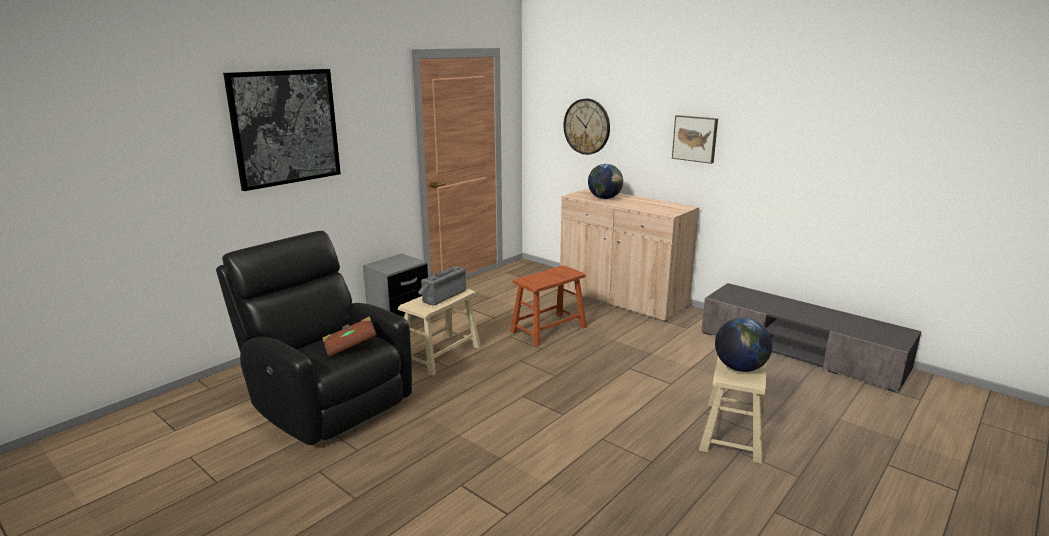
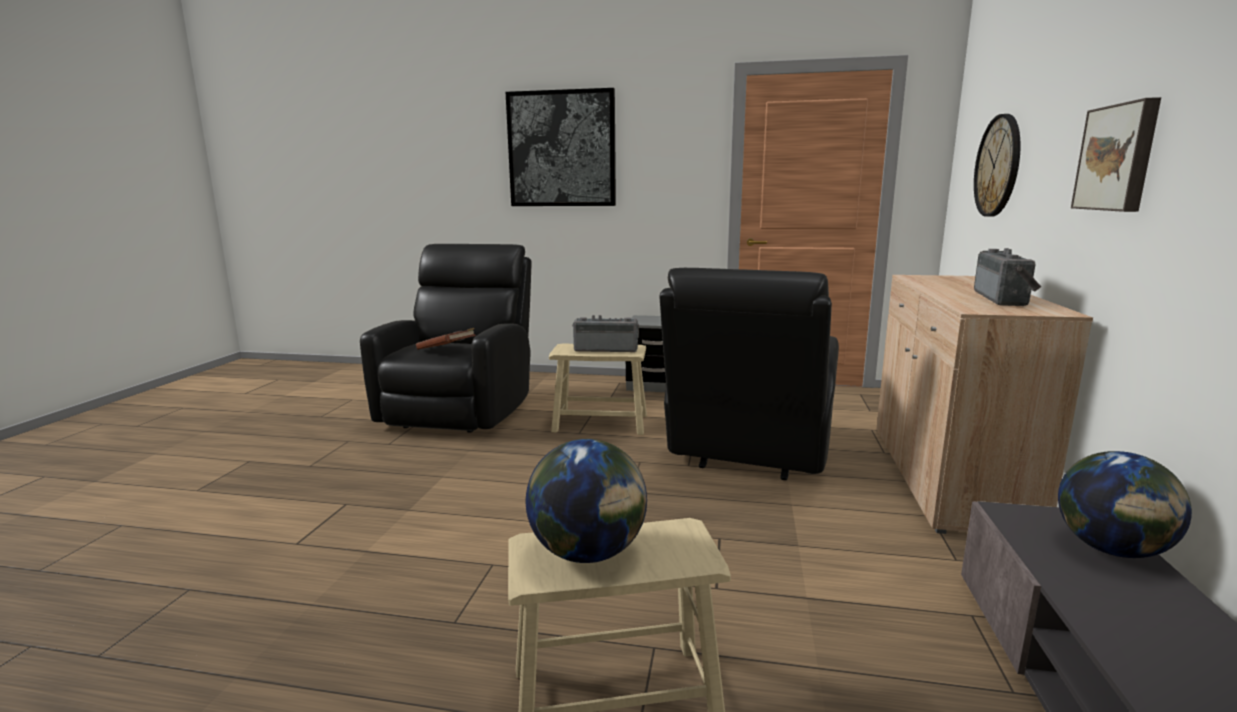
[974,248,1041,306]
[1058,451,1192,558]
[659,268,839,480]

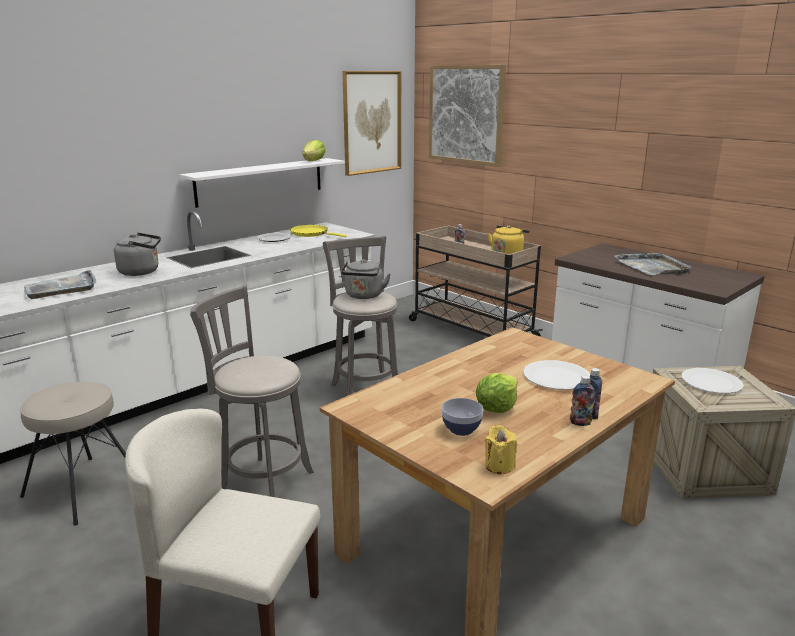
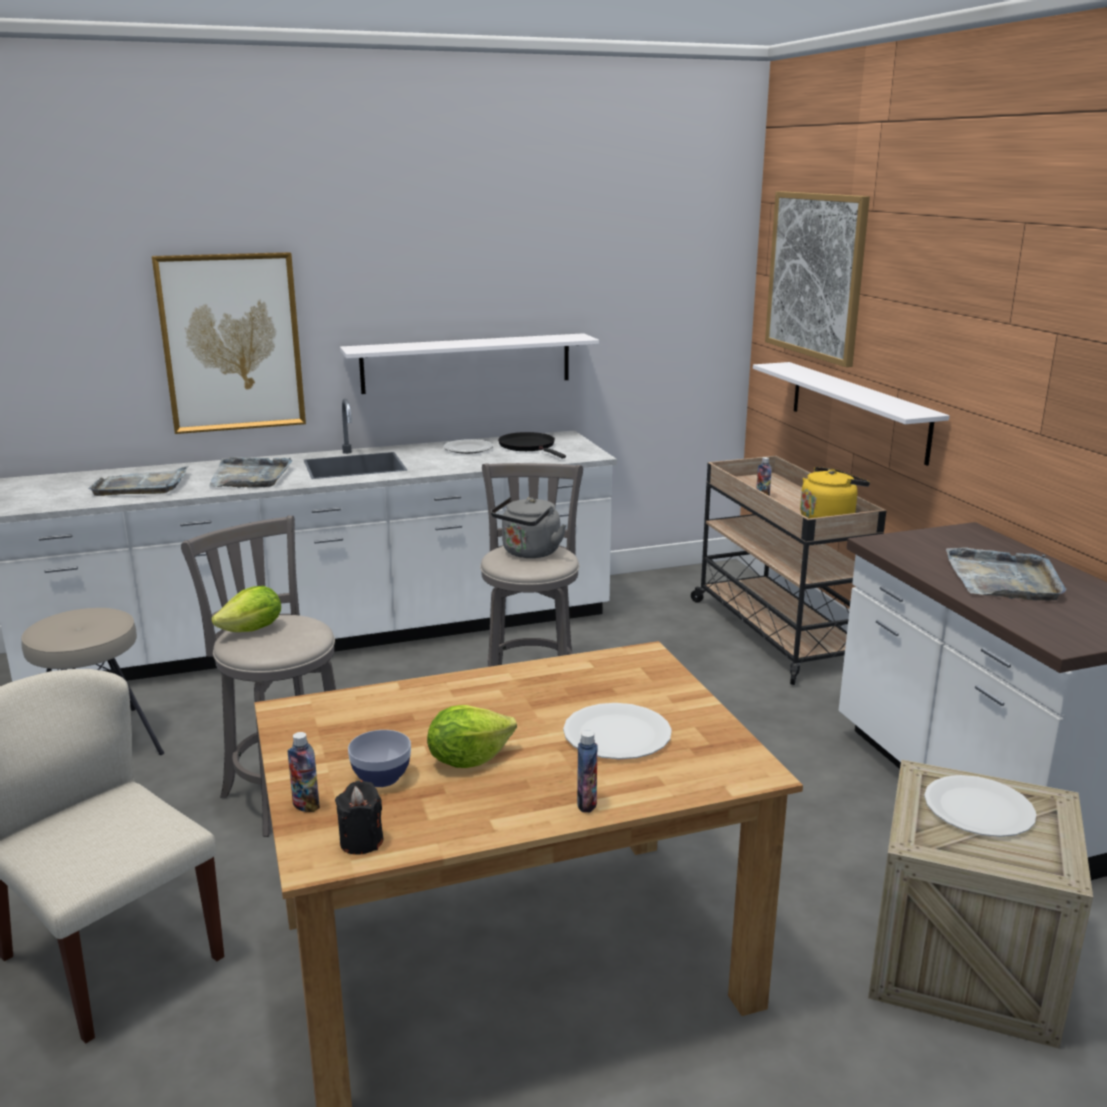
[753,362,950,466]
[212,586,281,632]
[152,252,306,434]
[288,732,320,812]
[209,457,293,488]
[498,432,566,458]
[335,780,383,855]

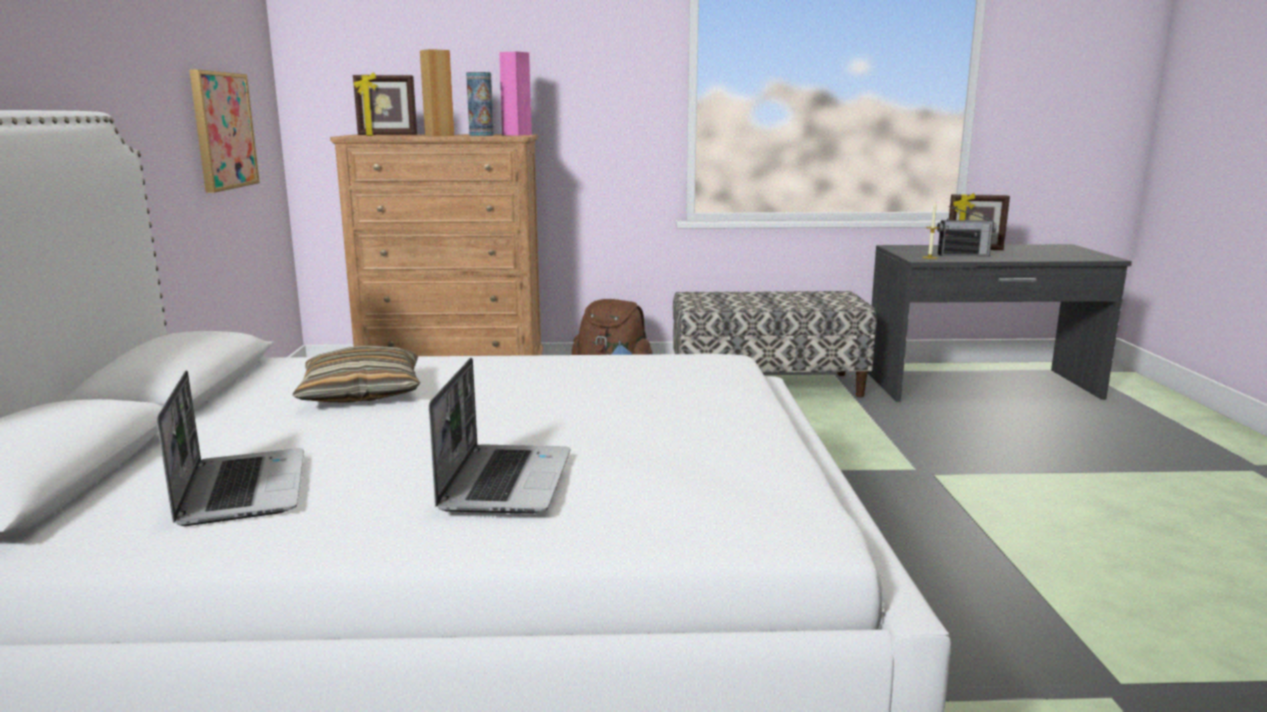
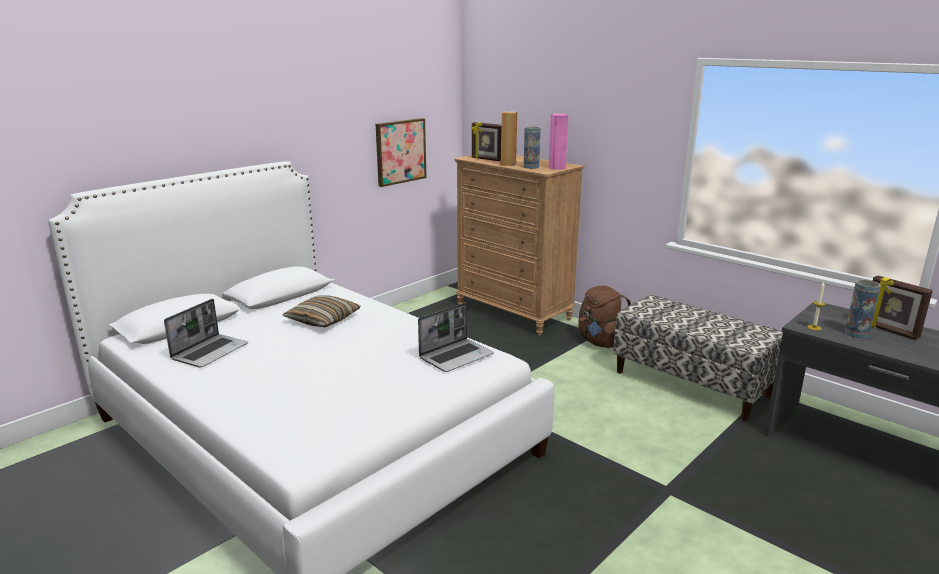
[418,303,494,372]
[845,280,881,339]

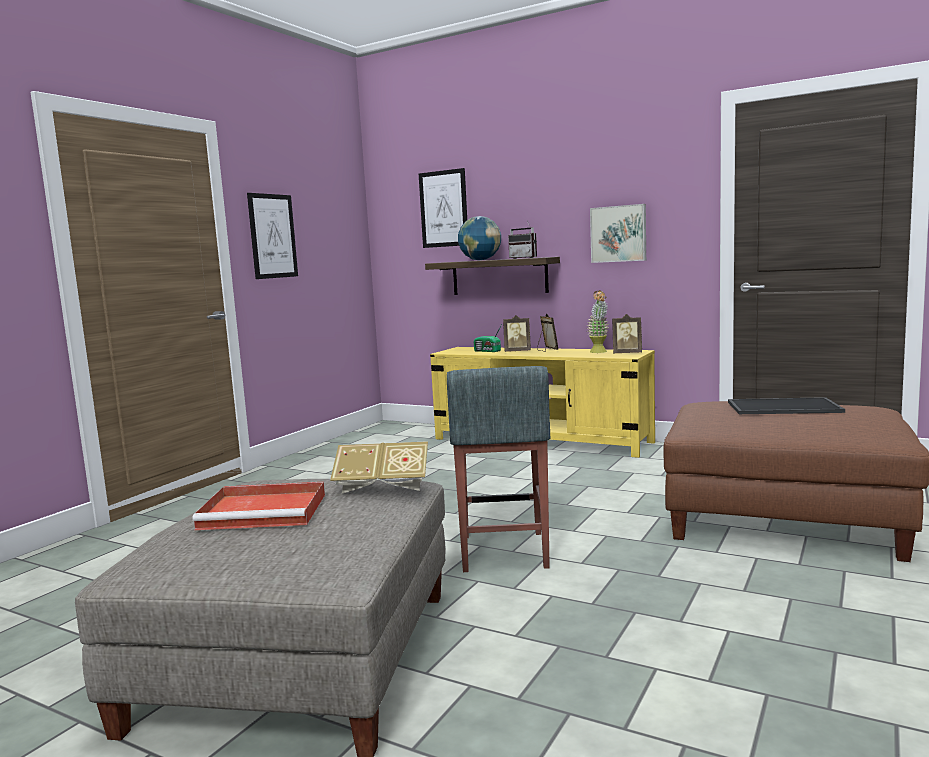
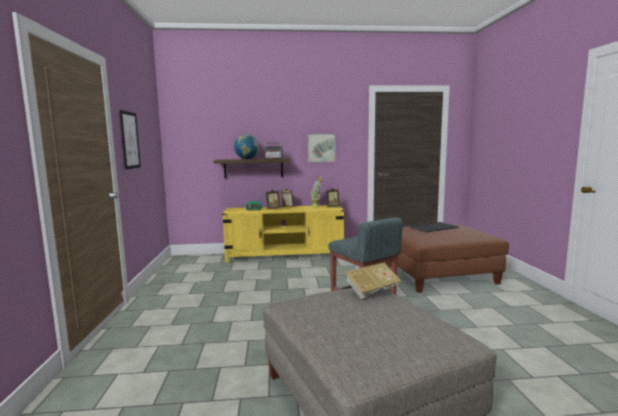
[192,482,325,530] (first image)
[419,168,467,248] (first image)

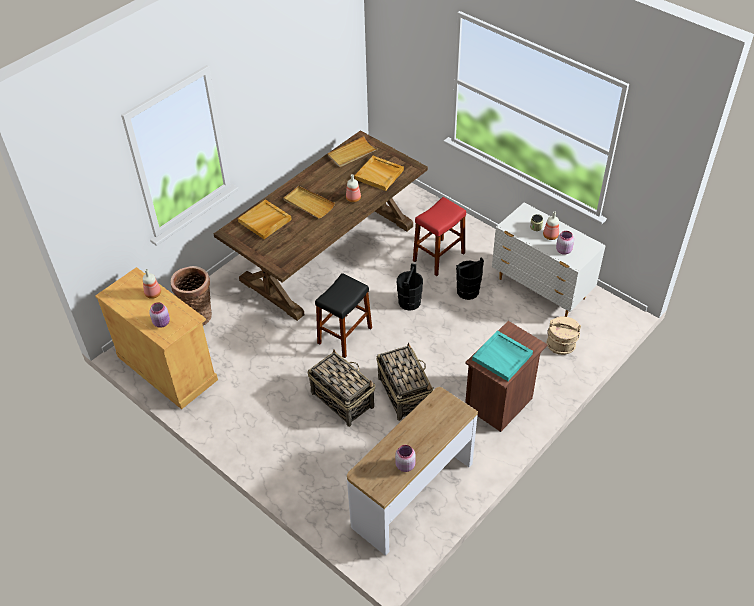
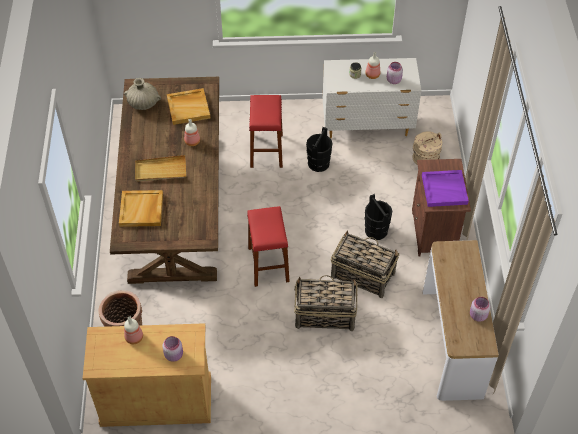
[365,194,392,240]
[124,78,161,110]
[247,206,290,287]
[422,170,469,207]

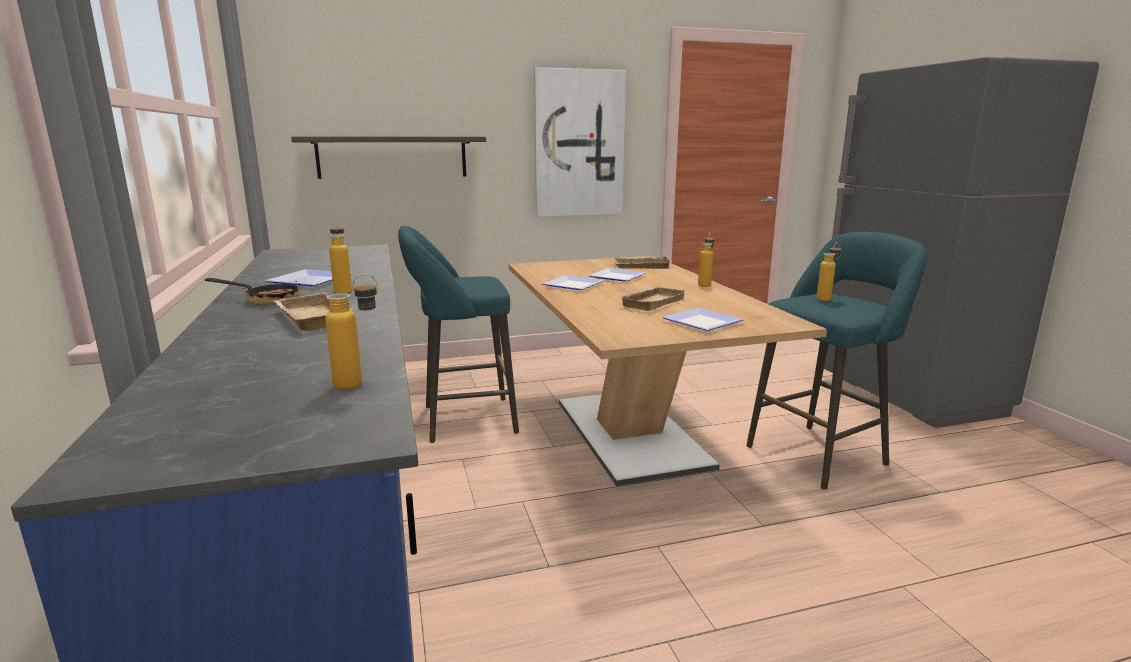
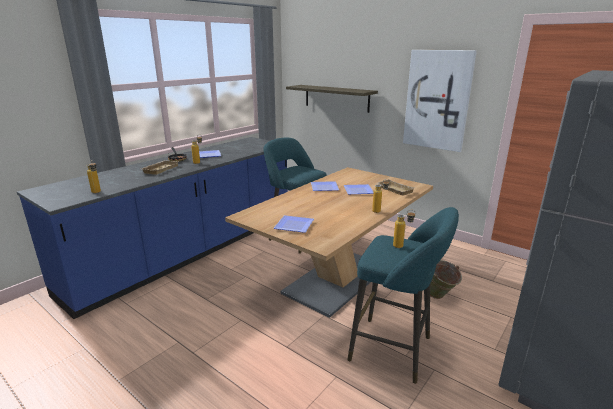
[620,287,686,311] (first image)
[430,260,462,299]

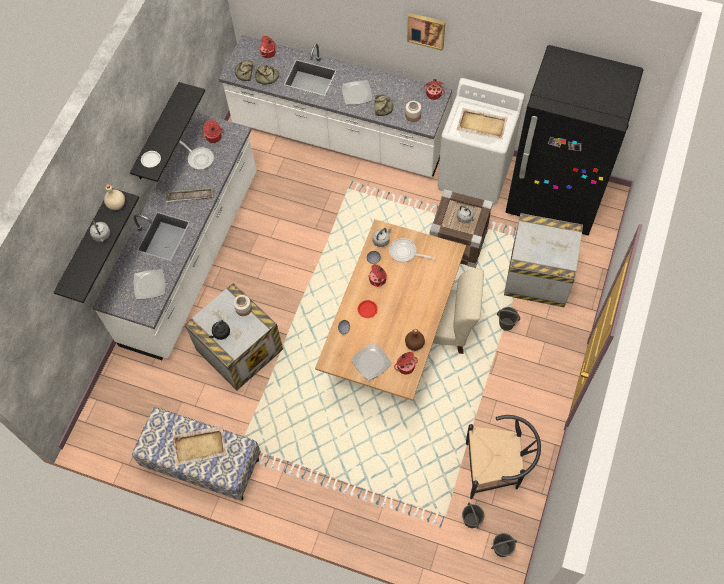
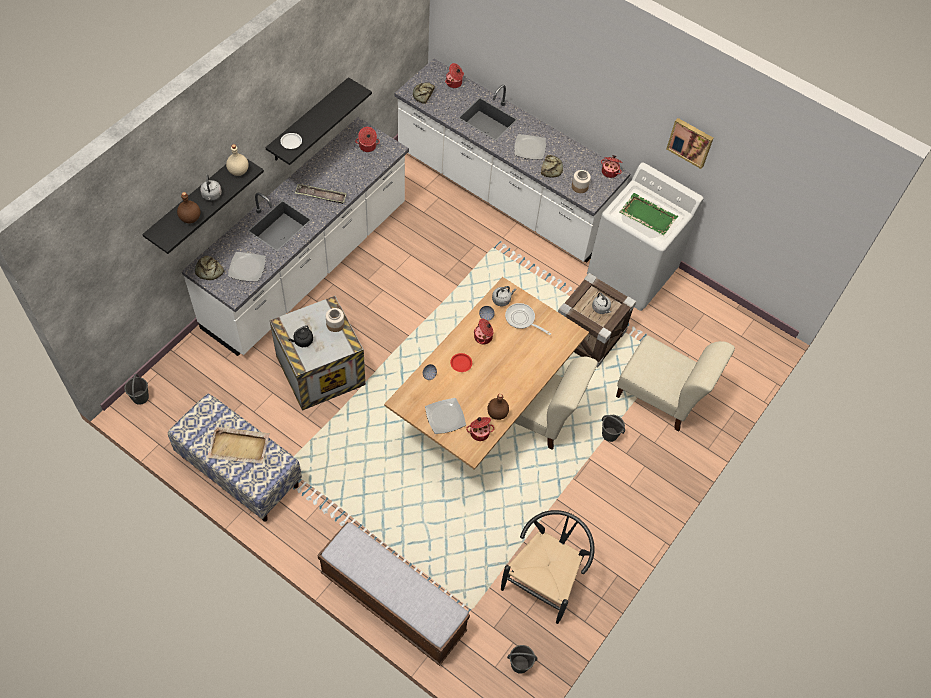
[179,140,214,170] (first image)
[506,45,643,235] (first image)
[177,192,201,223]
[317,522,470,666]
[195,256,224,280]
[667,118,714,169]
[124,374,149,405]
[616,335,735,431]
[619,193,678,235]
[501,510,595,624]

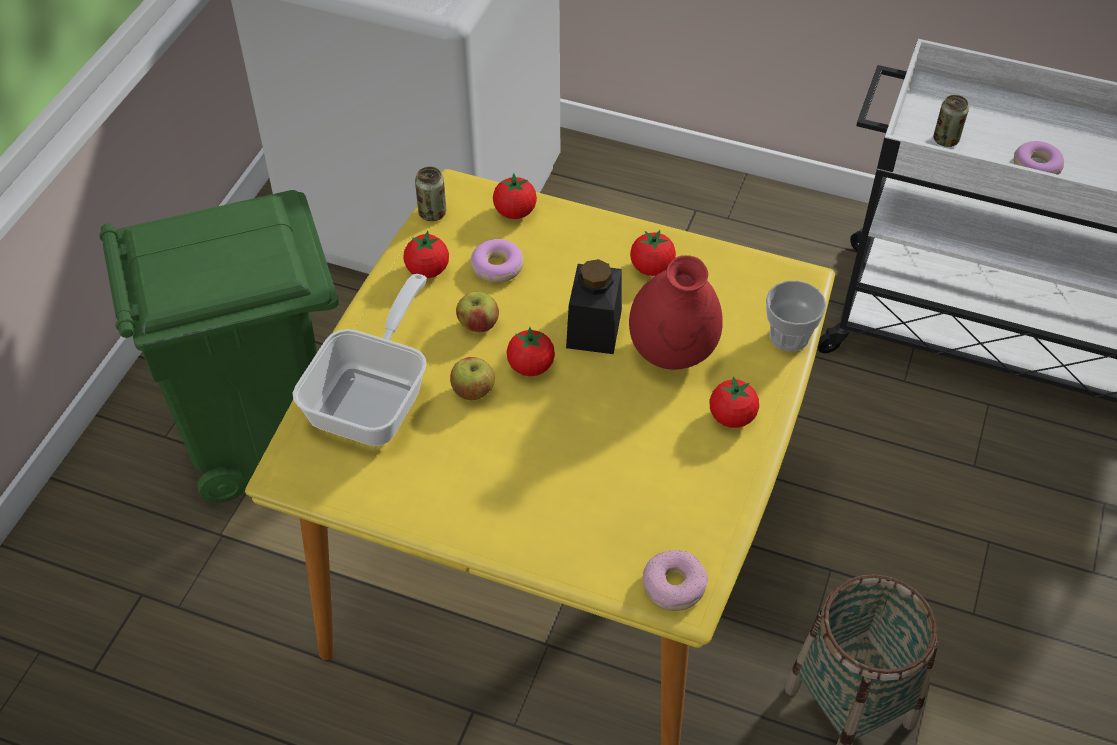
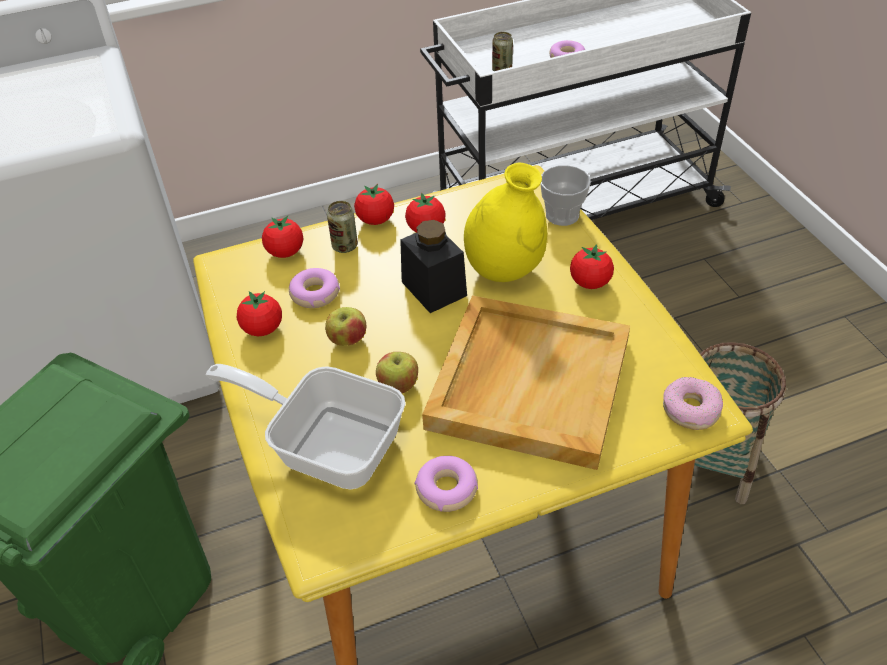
[415,456,478,512]
[422,295,630,470]
[327,201,358,253]
[354,184,394,225]
[464,162,547,282]
[206,364,405,489]

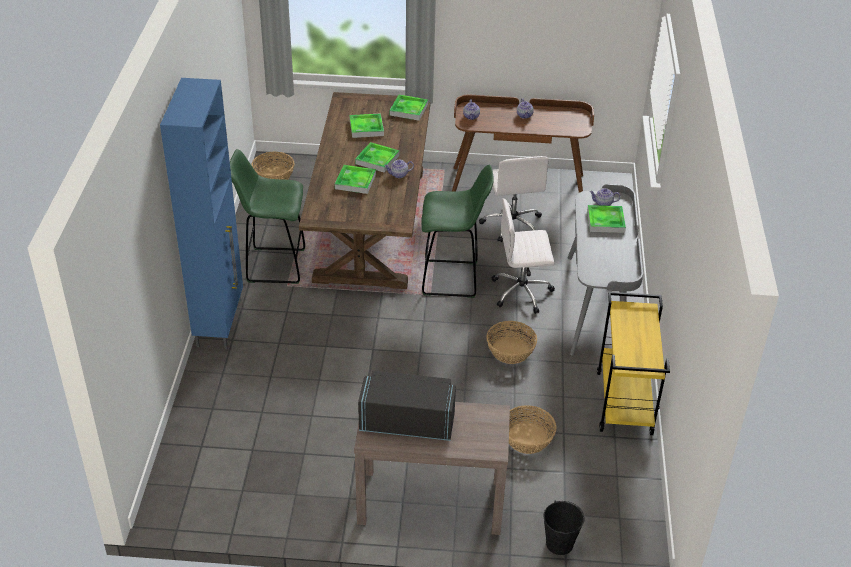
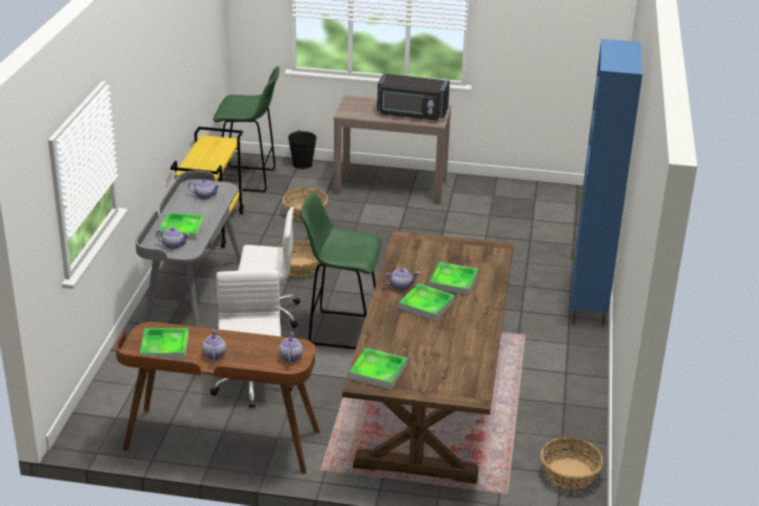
[188,179,220,199]
[213,66,279,193]
[140,328,189,360]

